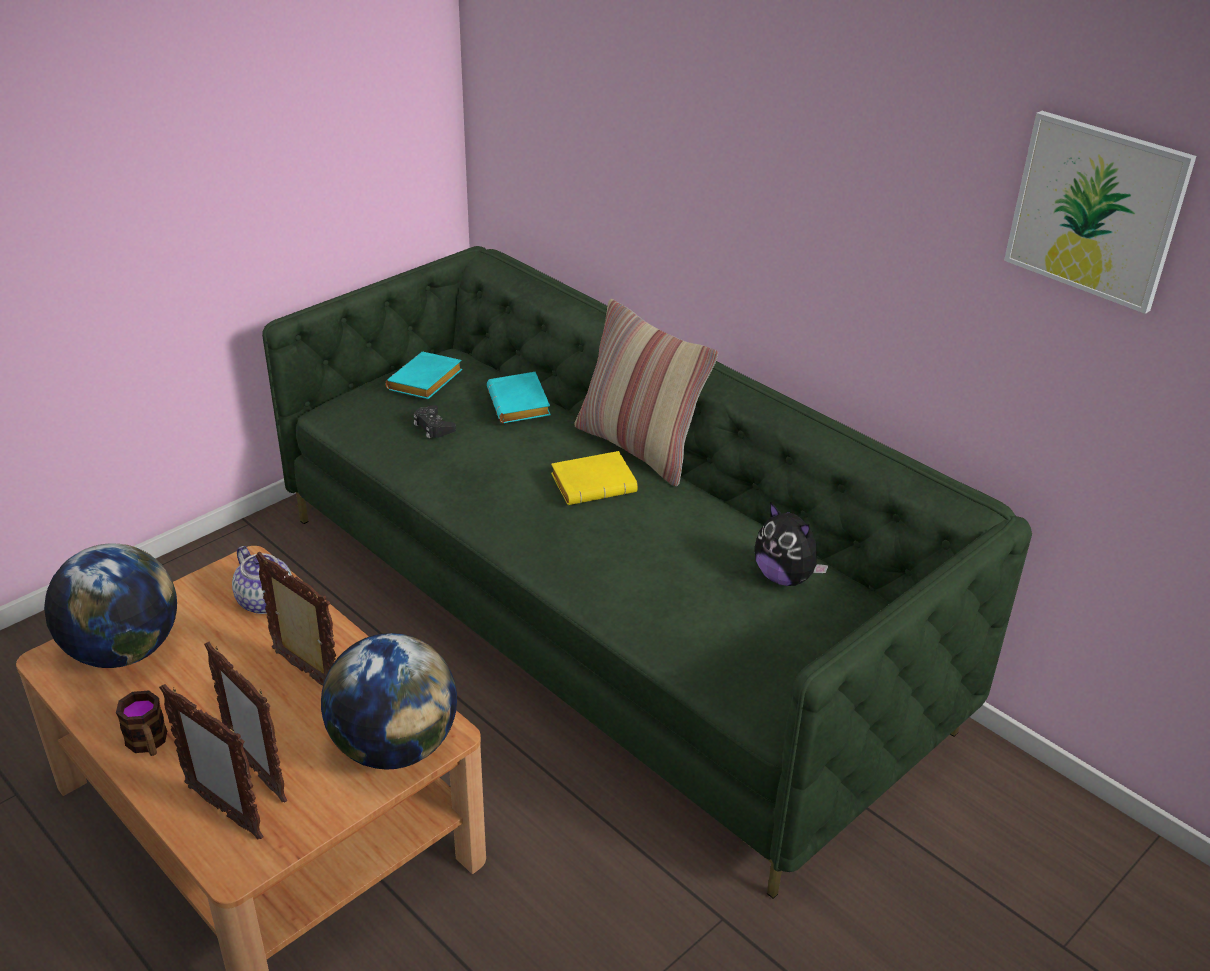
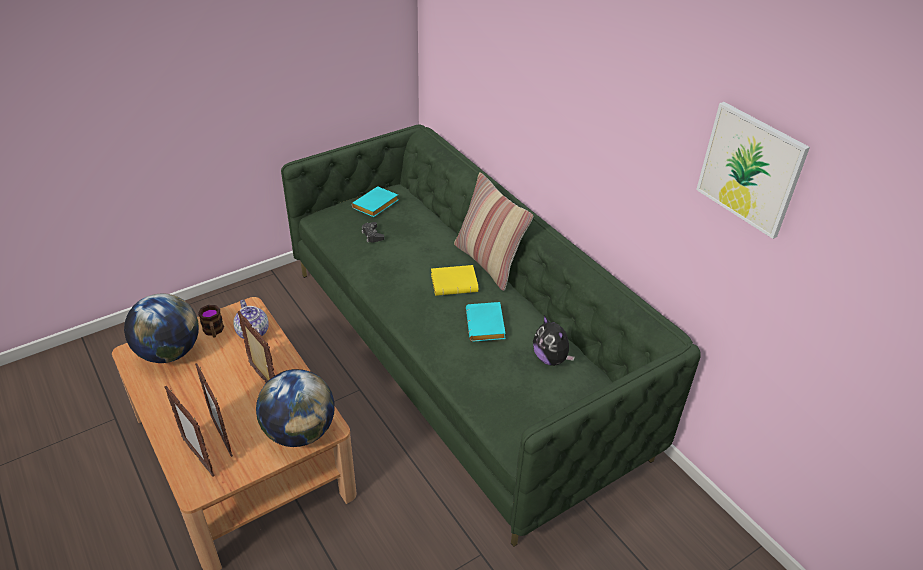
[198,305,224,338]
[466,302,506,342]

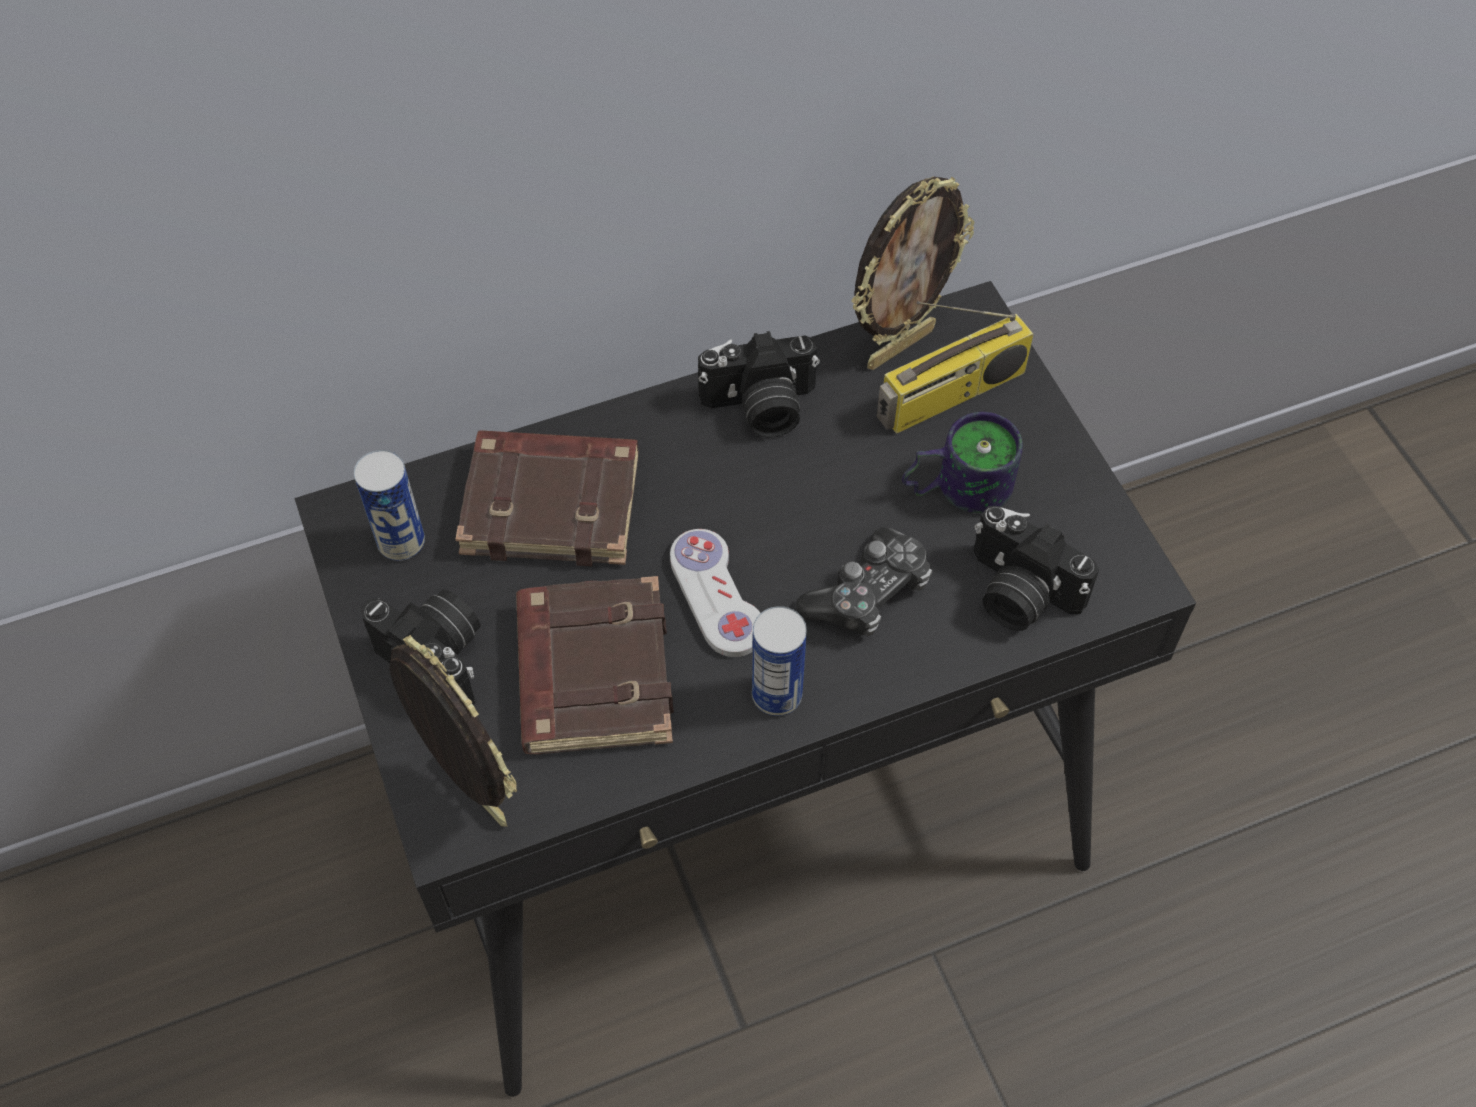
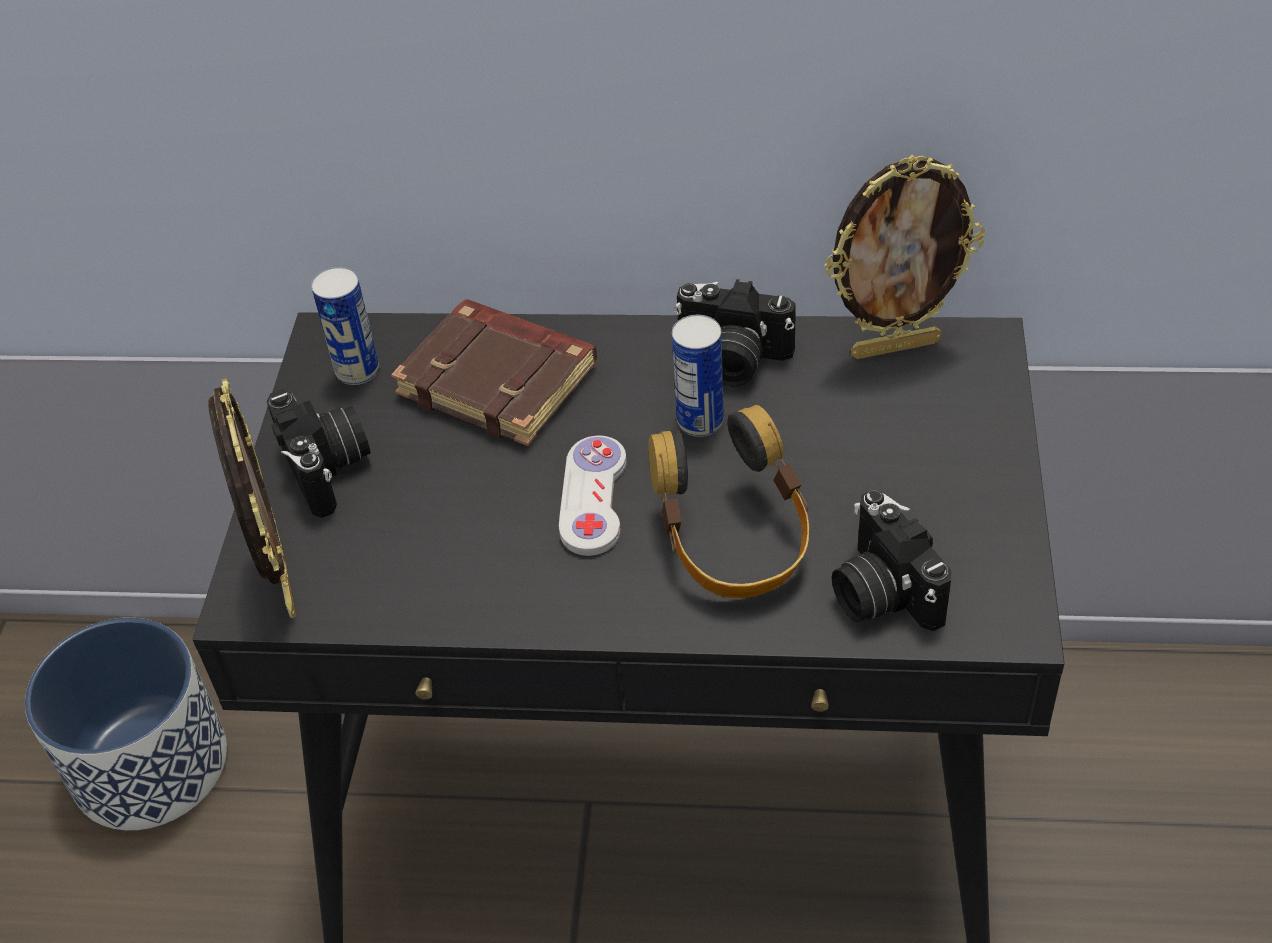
[516,576,674,754] (first image)
[877,301,1034,434] (first image)
[902,412,1023,513] (first image)
[25,618,227,830]
[672,315,724,437]
[648,405,809,598]

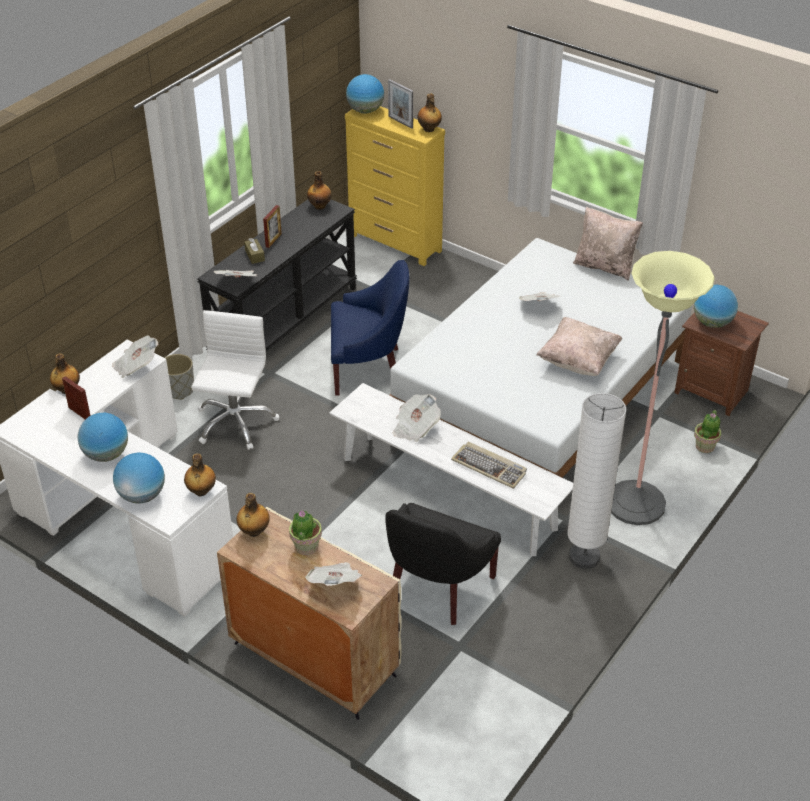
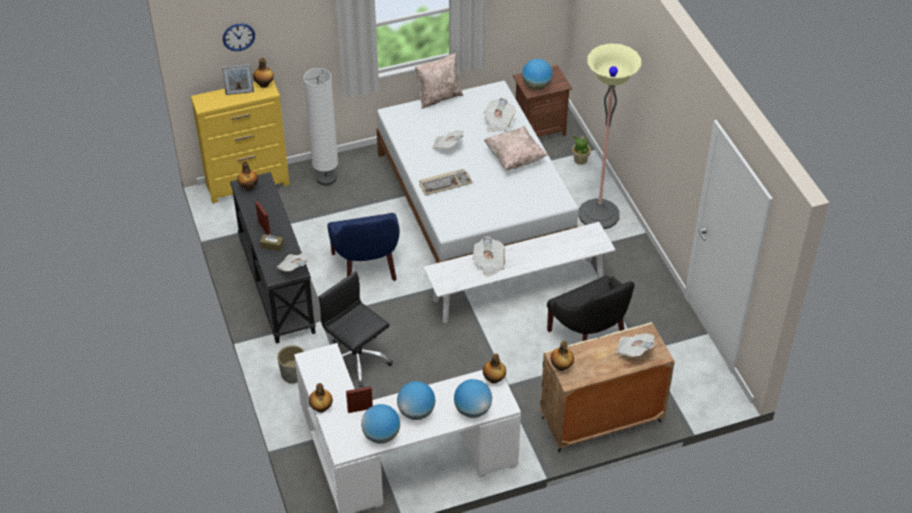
[289,510,322,555] (first image)
[223,23,255,51]
[484,98,516,132]
[361,404,400,443]
[419,169,473,196]
[303,68,338,186]
[318,271,393,387]
[328,213,400,281]

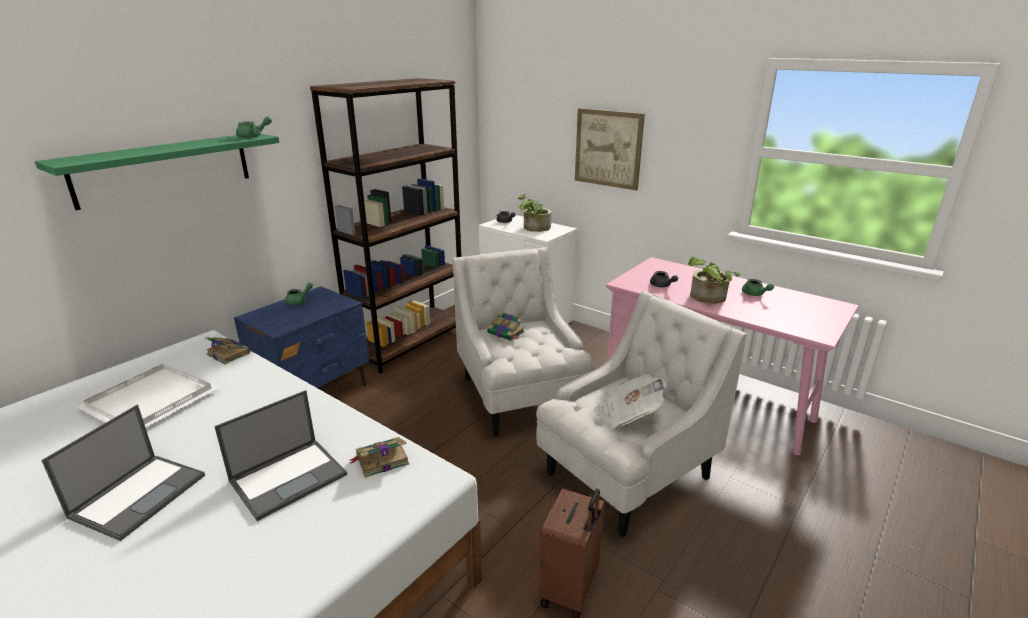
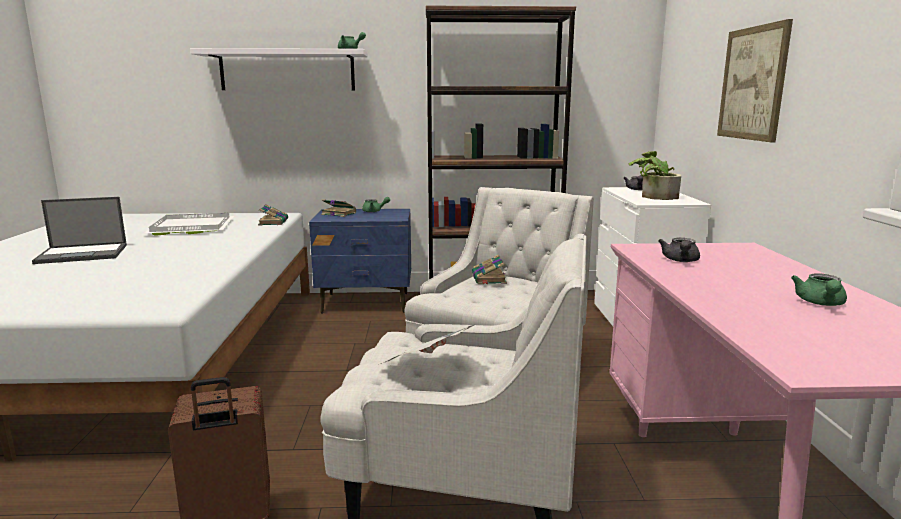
[214,390,347,521] (first image)
[688,256,740,304] (first image)
[321,199,356,217]
[190,48,368,90]

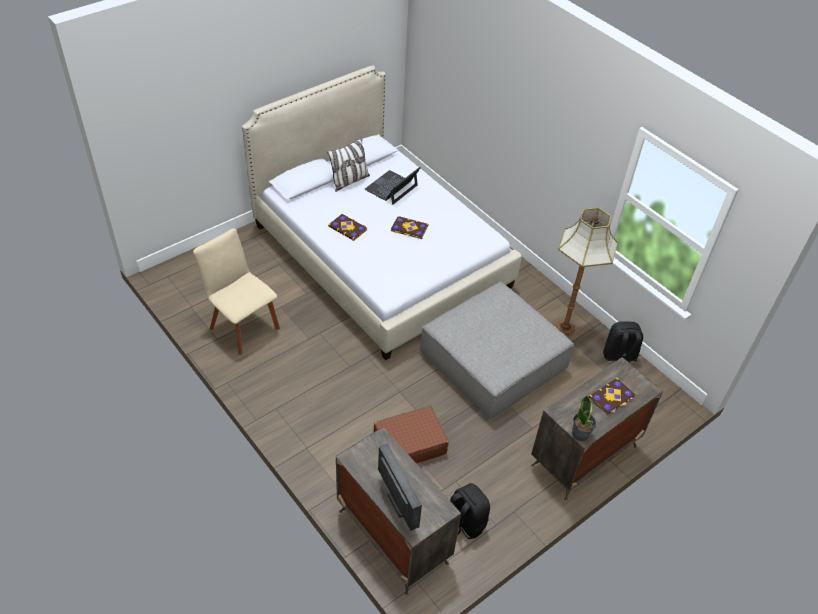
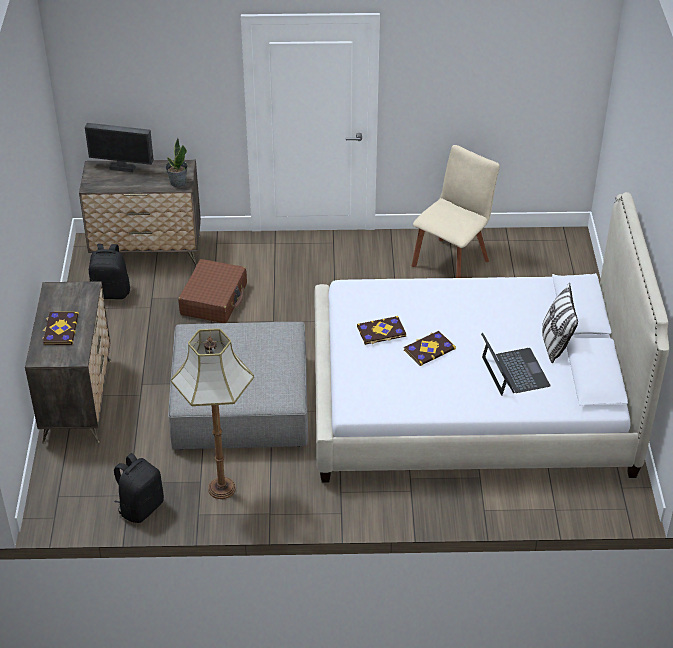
[357,316,406,345]
[165,138,188,187]
[412,145,500,278]

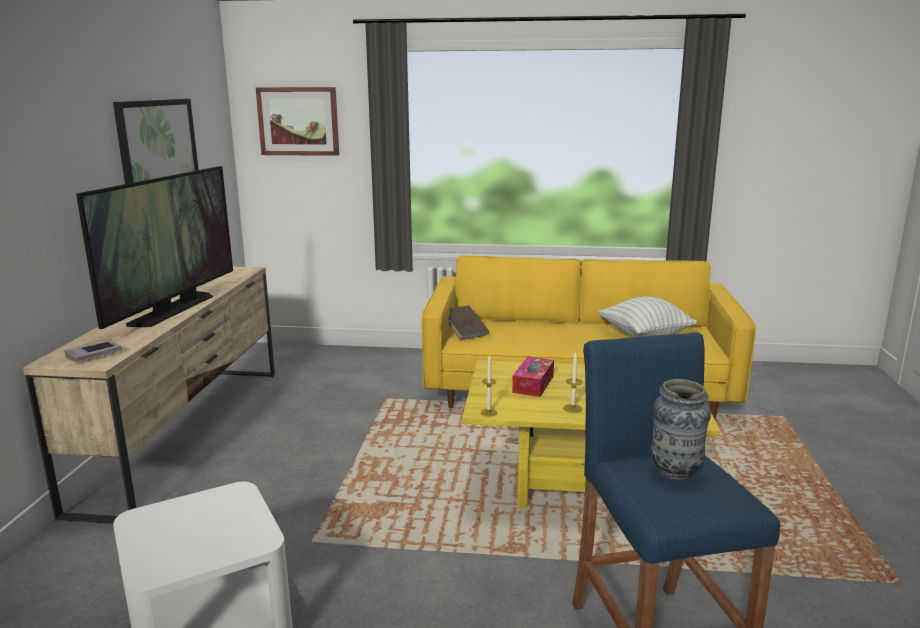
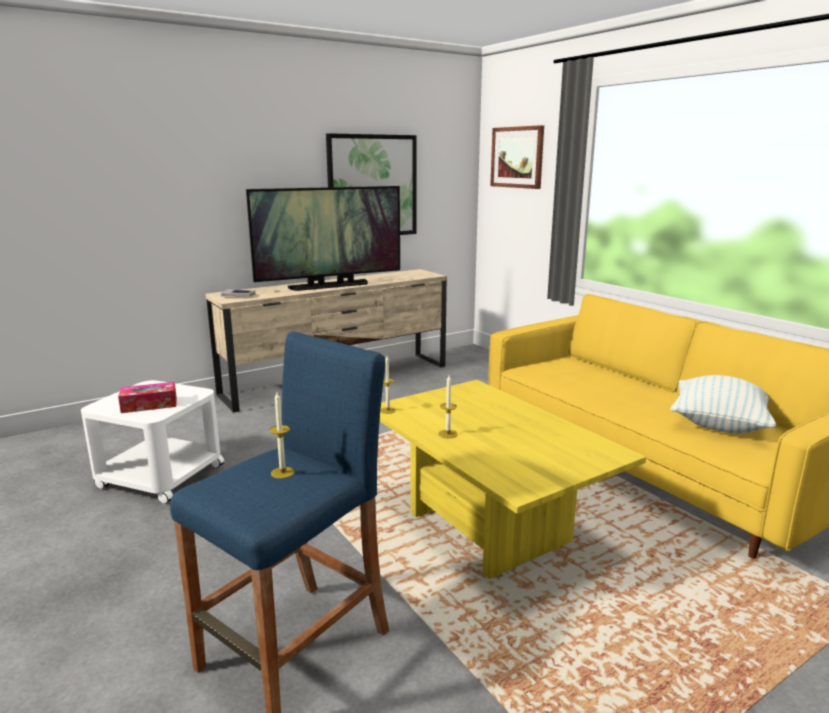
[448,305,489,341] (first image)
[118,382,177,413]
[269,392,295,479]

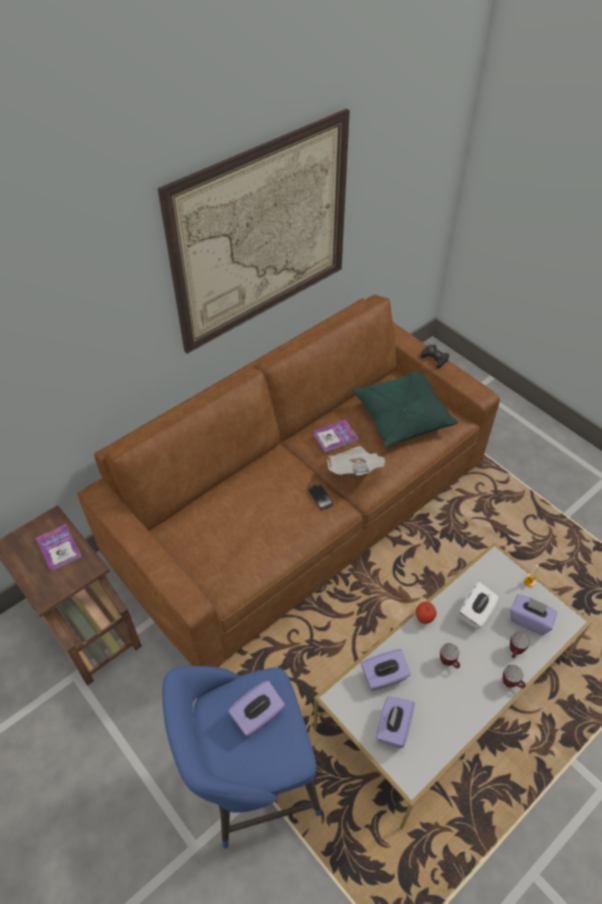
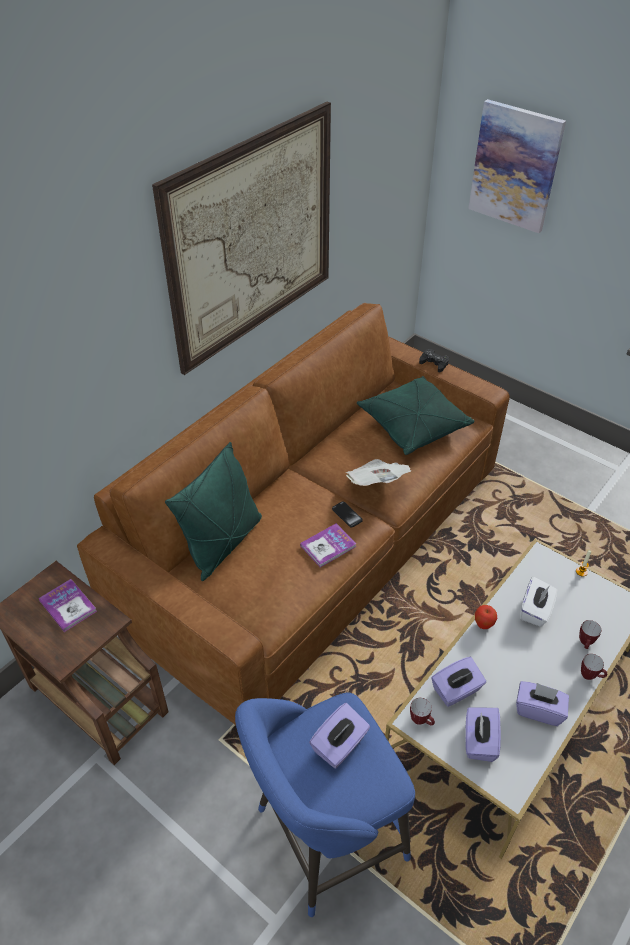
[165,442,262,581]
[468,99,566,233]
[300,523,357,568]
[410,698,435,726]
[516,681,569,726]

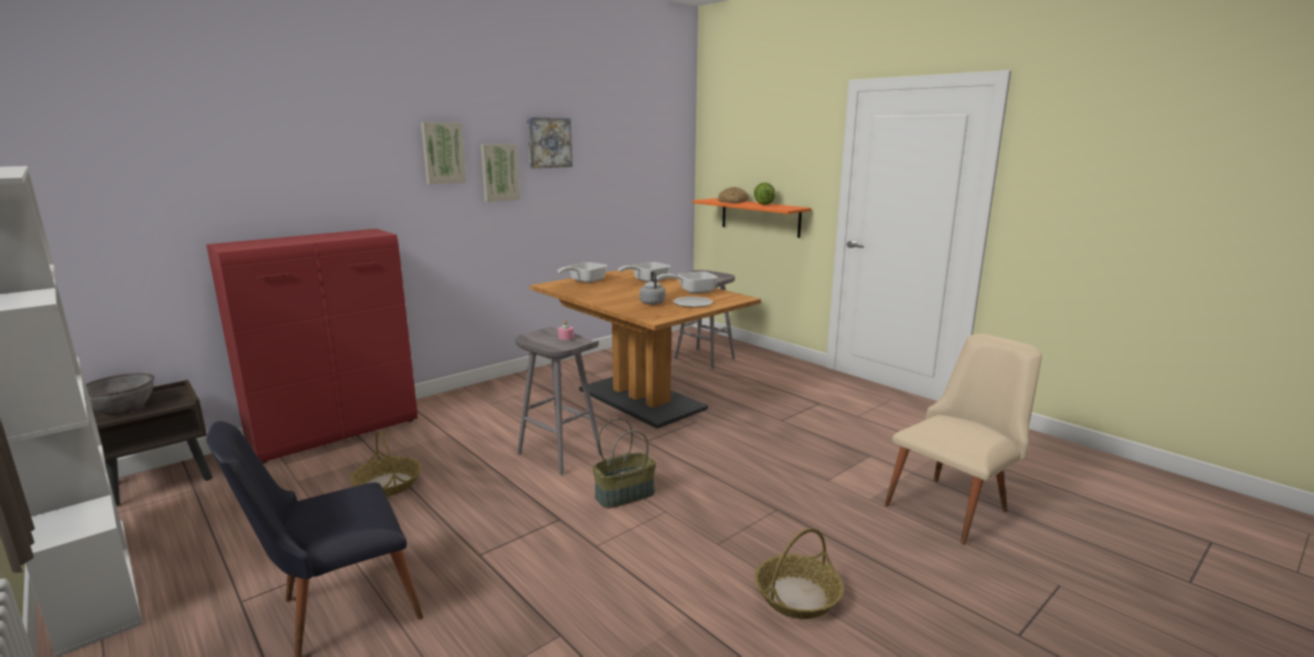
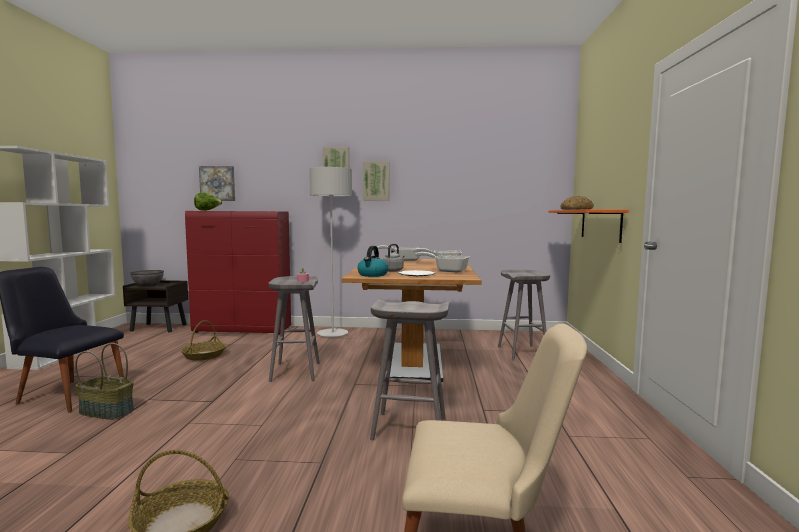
[309,167,352,338]
[357,246,388,277]
[370,299,449,440]
[199,166,235,201]
[75,343,134,420]
[194,193,222,211]

